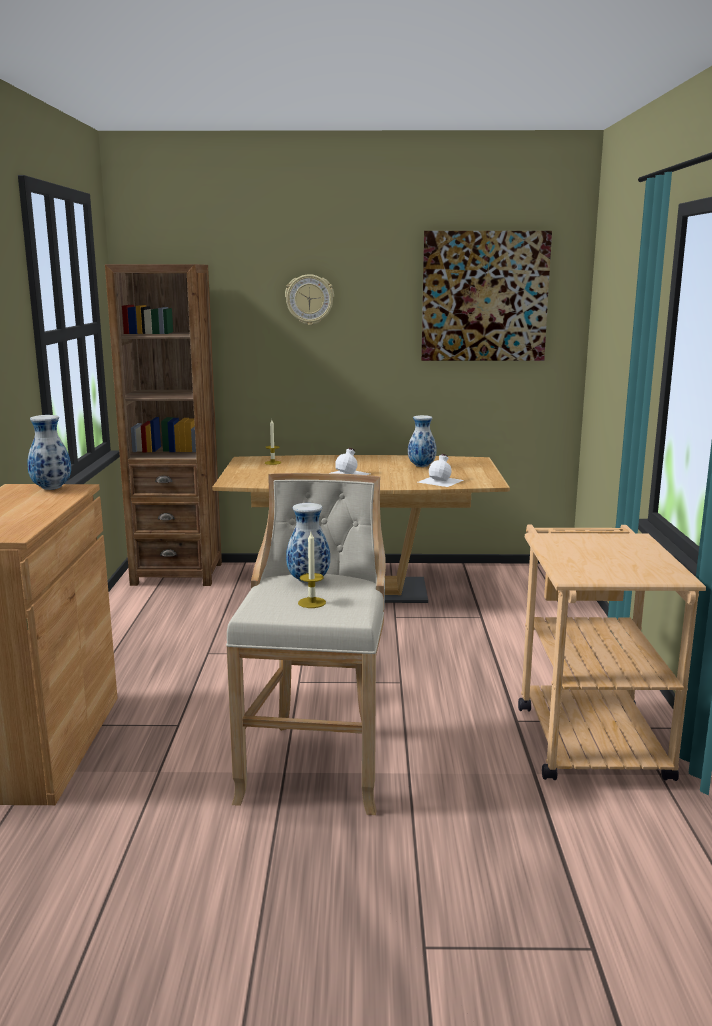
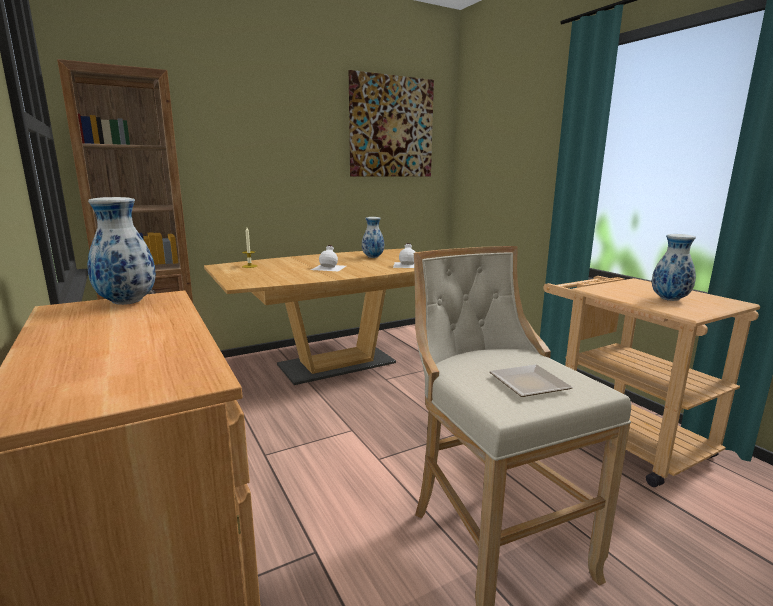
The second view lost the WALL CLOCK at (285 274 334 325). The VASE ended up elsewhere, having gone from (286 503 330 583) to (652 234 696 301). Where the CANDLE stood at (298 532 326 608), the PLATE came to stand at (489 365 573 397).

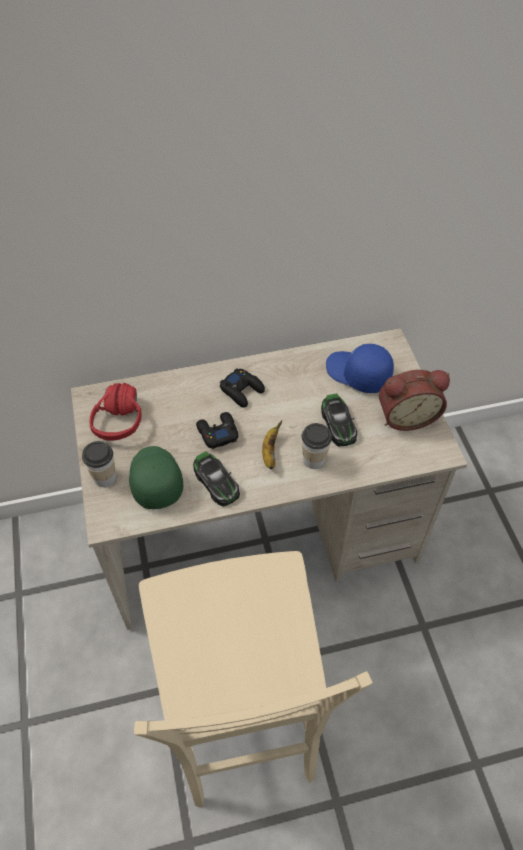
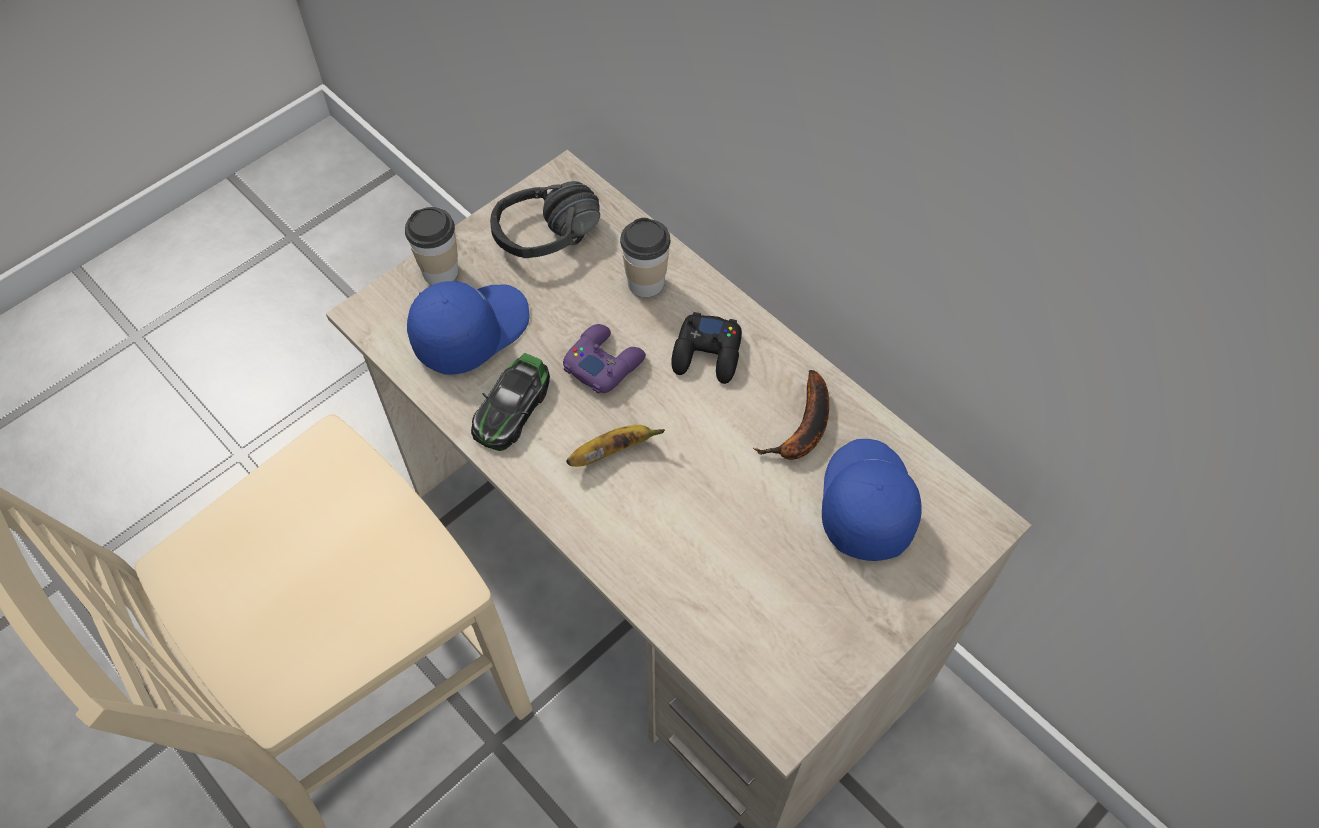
The second view lost the TOY CAR at (321 394 357 446). The second view lost the ALARM CLOCK at (379 370 450 431). The second view gained the BANANA at (753 370 829 460). The CUP ended up elsewhere, having gone from (301 423 332 469) to (620 218 670 297). What was the RED HEADPHONES at (90 383 142 441) turned into the BLACK HEADPHONES at (490 181 600 258). What was the GREEN CAP at (129 446 183 509) turned into the BLUE CAP at (407 280 530 375). What was the BLACK GAME CONTROLLER at (196 412 238 449) turned into the PURPLE GAME CONTROLLER at (563 324 646 394).

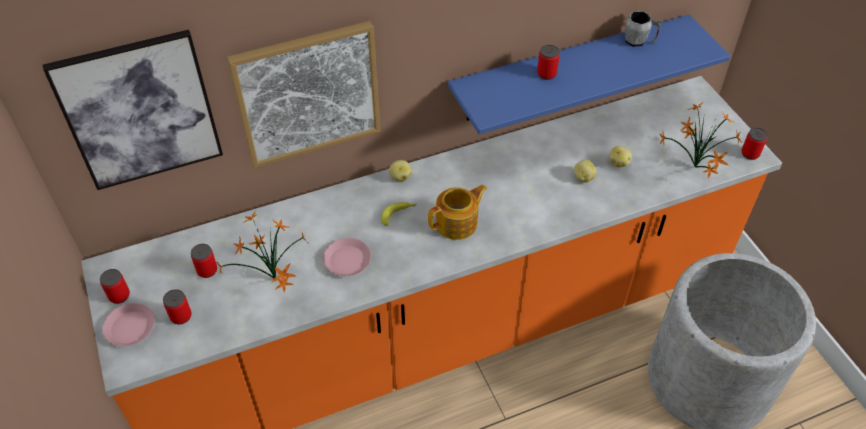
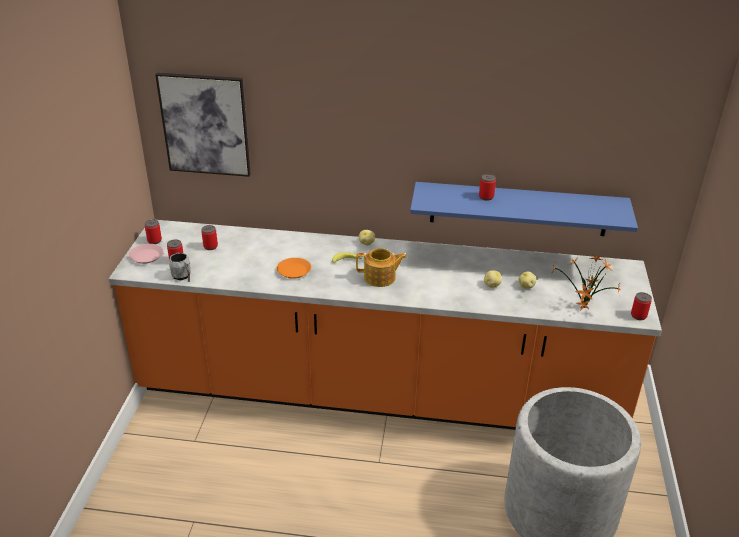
The second view lost the POTTED PLANT at (216 212 308 293). The second view lost the PICTURE at (227 21 380 168). The GREY MUG ended up elsewhere, having gone from (625 11 662 47) to (169 253 191 282). What was the PINK PLATE at (323 238 371 276) turned into the ORANGE PLATE at (277 258 311 279).

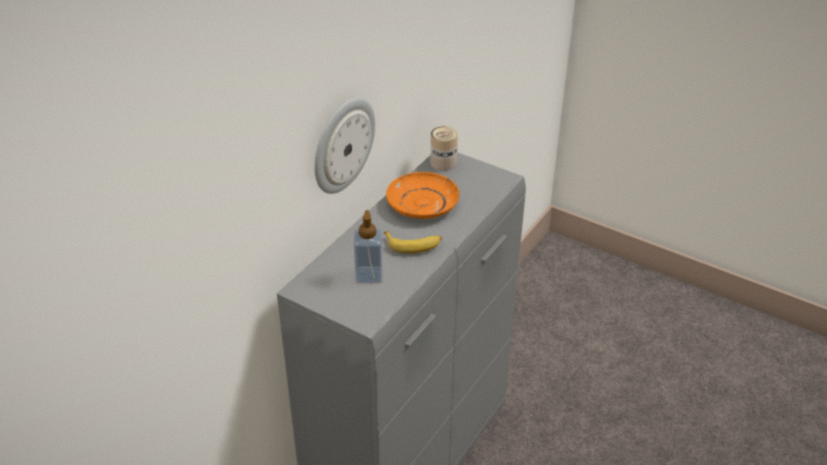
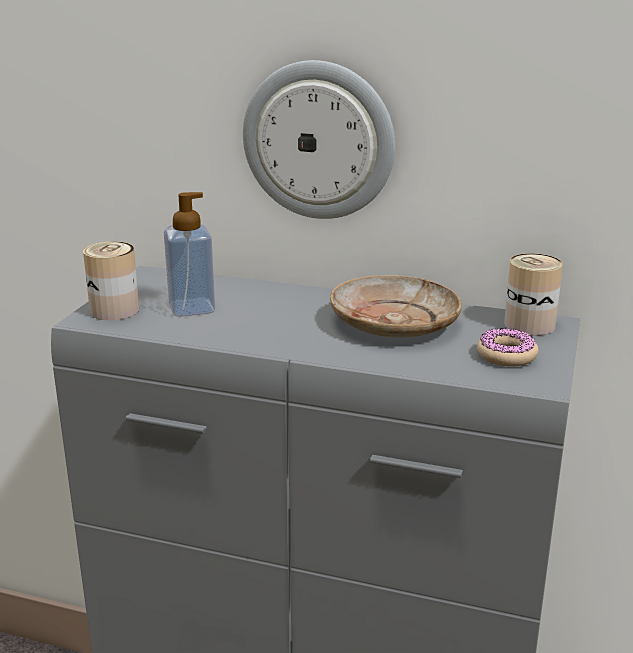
The second view lost the BANANA at (384 231 442 254). The second view gained the CAN at (83 241 139 320). The second view gained the DONUT at (477 328 538 366). What was the ORANGE PLATE at (386 172 459 219) turned into the BEIGE PLATE at (330 275 462 337).

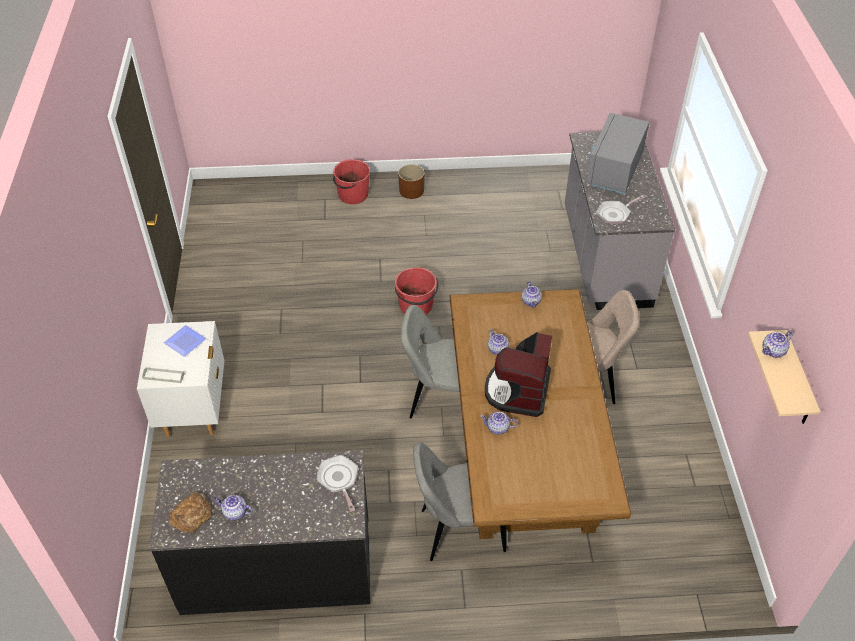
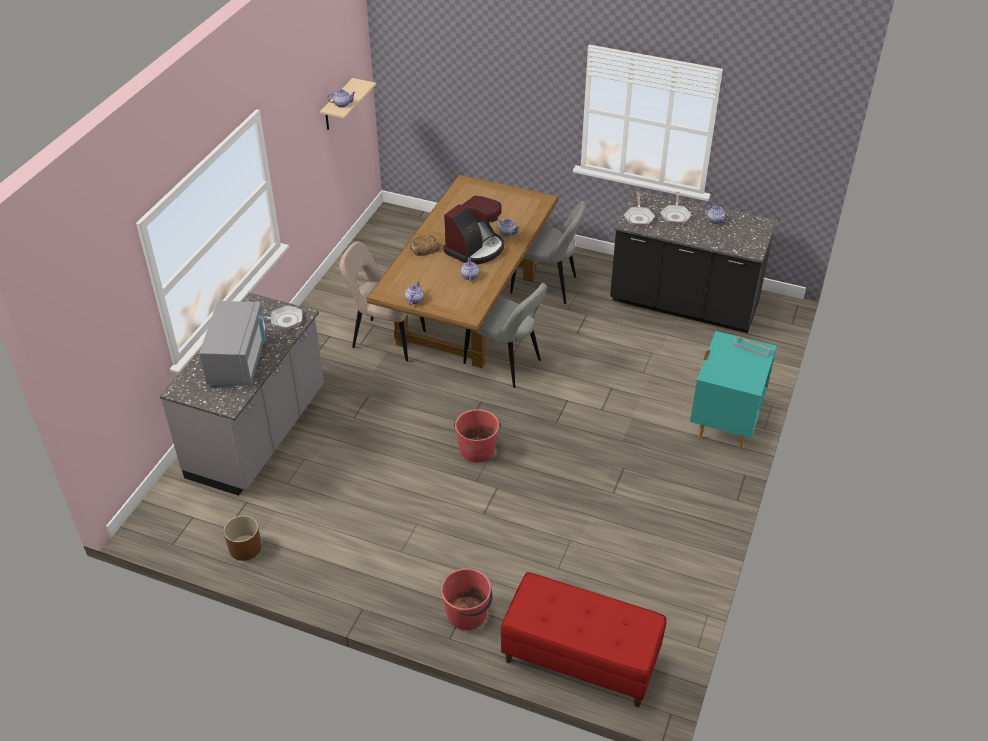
The second view lost the PLATE at (164 325 206 357). The second view gained the RED BENCH at (501 572 667 707). The second view gained the FRYING PAN at (660 192 692 225). The BREAD ended up elsewhere, having gone from (169 492 213 533) to (410 235 440 256). The BROWN PLANTER ended up elsewhere, having gone from (398 164 425 199) to (224 516 262 561). What was the WHITE NIGHTSTAND at (137 321 224 437) turned into the TURQUOISE NIGHTSTAND at (690 331 777 450). The GREY MICROWAVE at (586 113 649 194) ended up facing another way, 45 degrees counterclockwise from before.

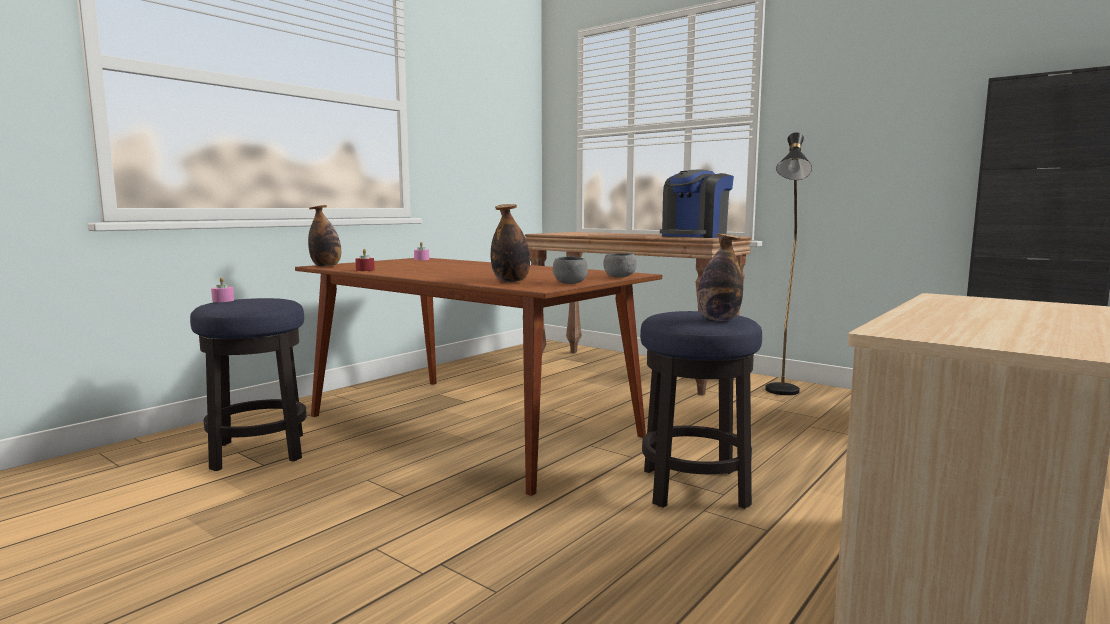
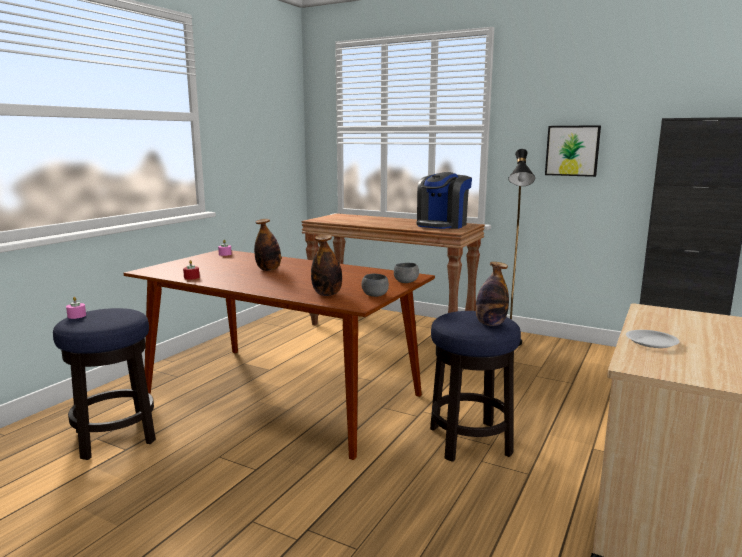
The second view gained the PICTURE at (545 125 601 177). The second view gained the WHITE PLATE at (626 330 680 348). The BOTTLE ended up elsewhere, having gone from (308 205 341 267) to (254 219 281 271).

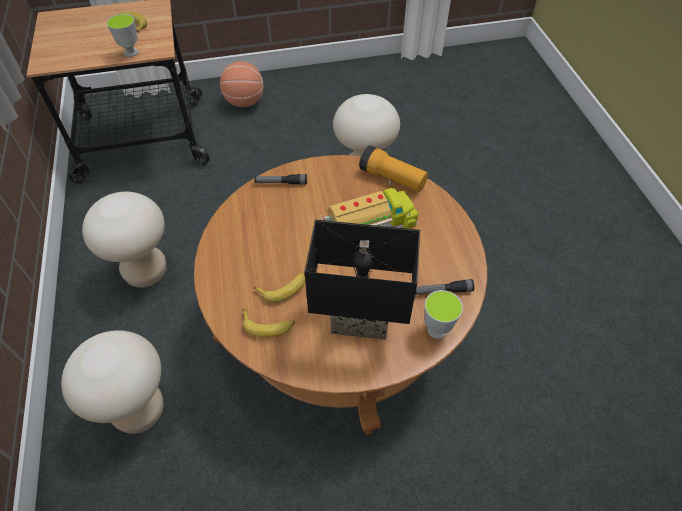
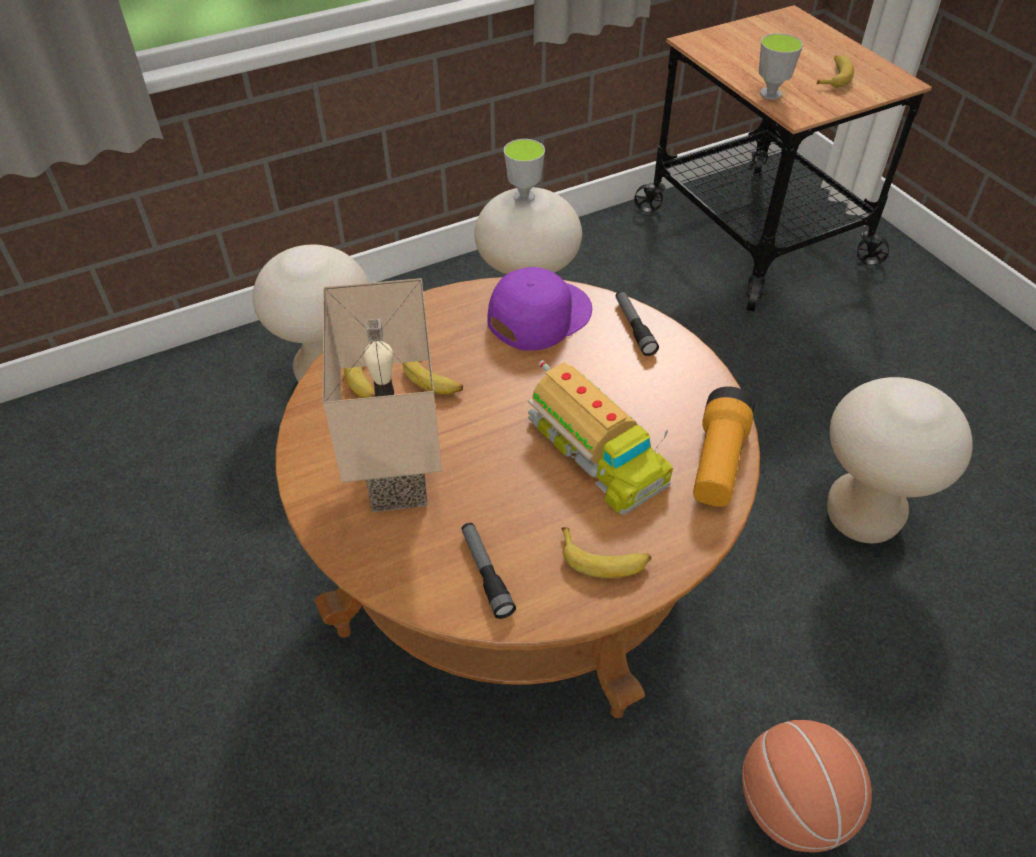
The second view gained the PURPLE CAP at (487 267 592 351). The second view gained the BANANA at (561 527 651 578). The BASKETBALL ended up elsewhere, having gone from (220 61 264 107) to (742 720 872 853). The CUP ended up elsewhere, having gone from (425 290 463 339) to (504 139 545 203). What was the BLACK TABLE LAMP at (304 220 420 340) turned into the BEIGE TABLE LAMP at (323 278 442 512).

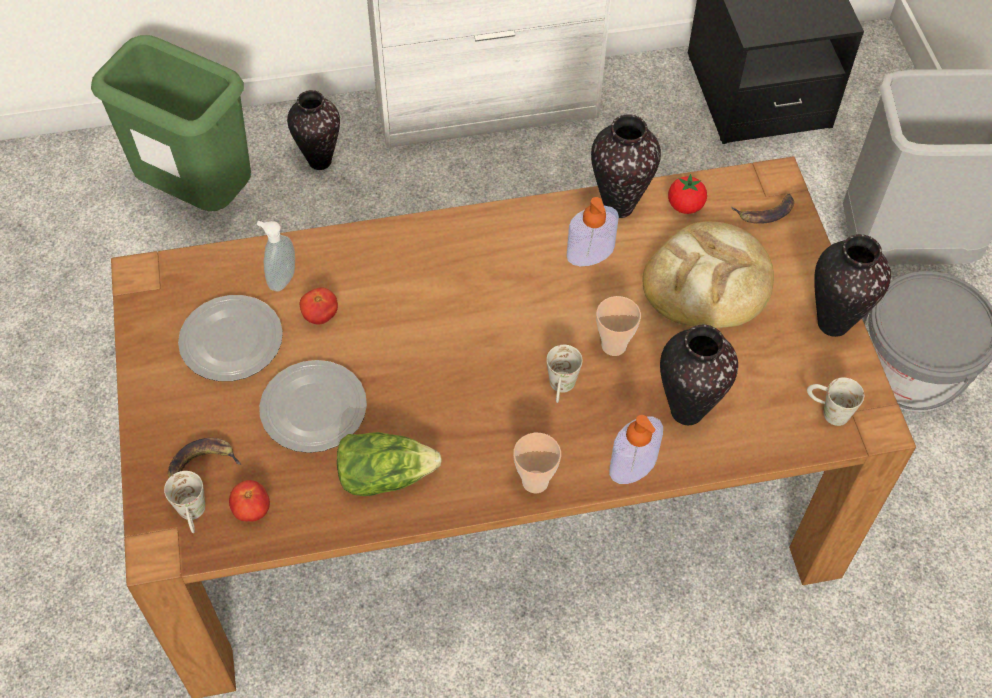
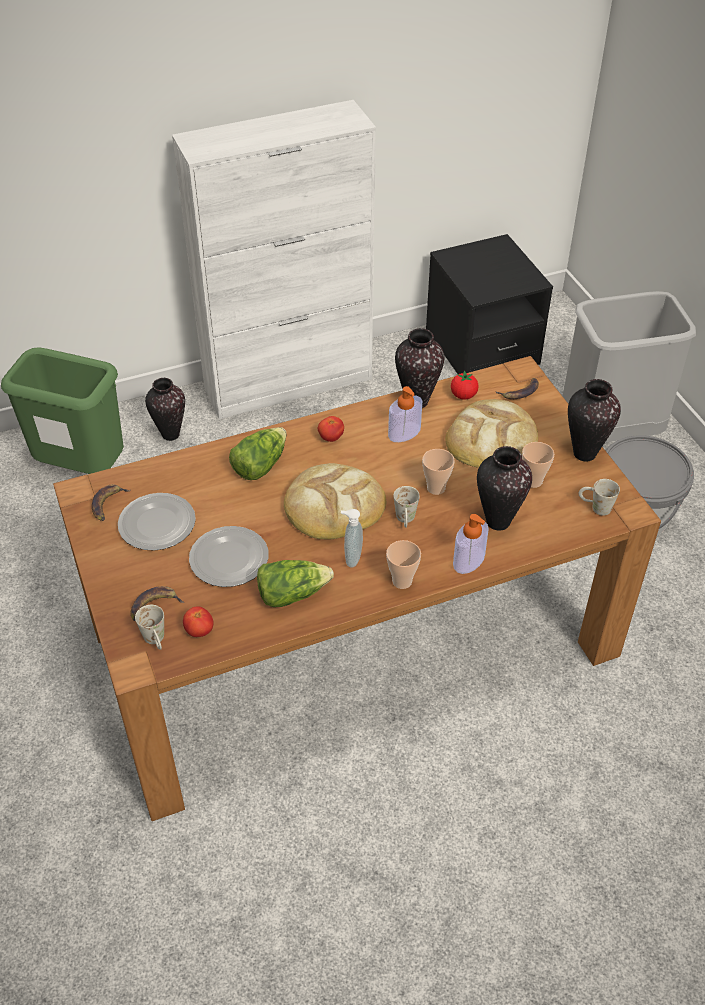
The second view gained the BANANA at (92 484 131 521). The second view gained the LETTUCE at (229 427 286 480). The second view gained the BREAD at (284 463 386 539). The second view gained the CUP at (522 442 554 488). The SOAP DISPENSER ended up elsewhere, having gone from (257 221 295 291) to (341 509 363 567). The TOMATO ended up elsewhere, having gone from (300 288 338 324) to (318 416 344 442).

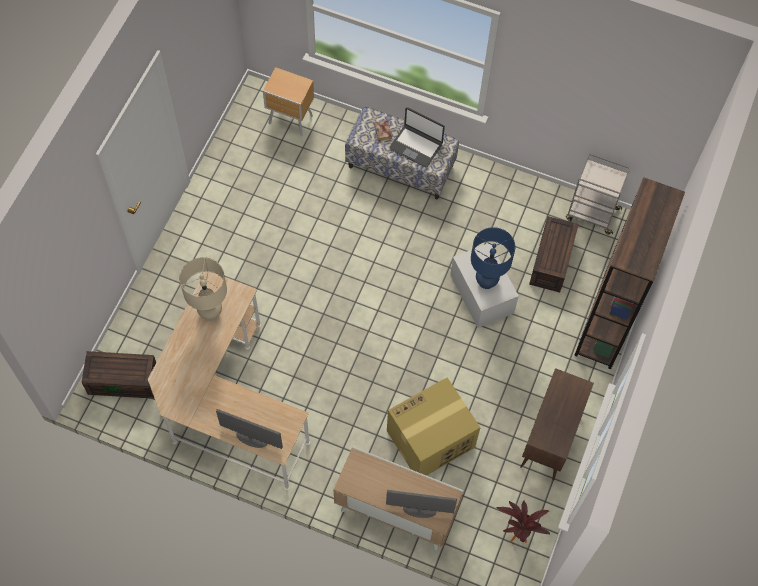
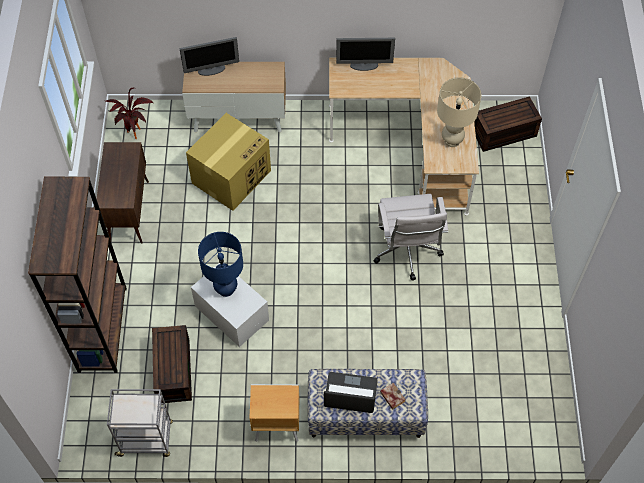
The second view gained the WHITE OFFICE CHAIR at (373 194 448 281). The BROWN NIGHTSTAND ended up elsewhere, having gone from (263 67 314 136) to (250 384 299 442).

